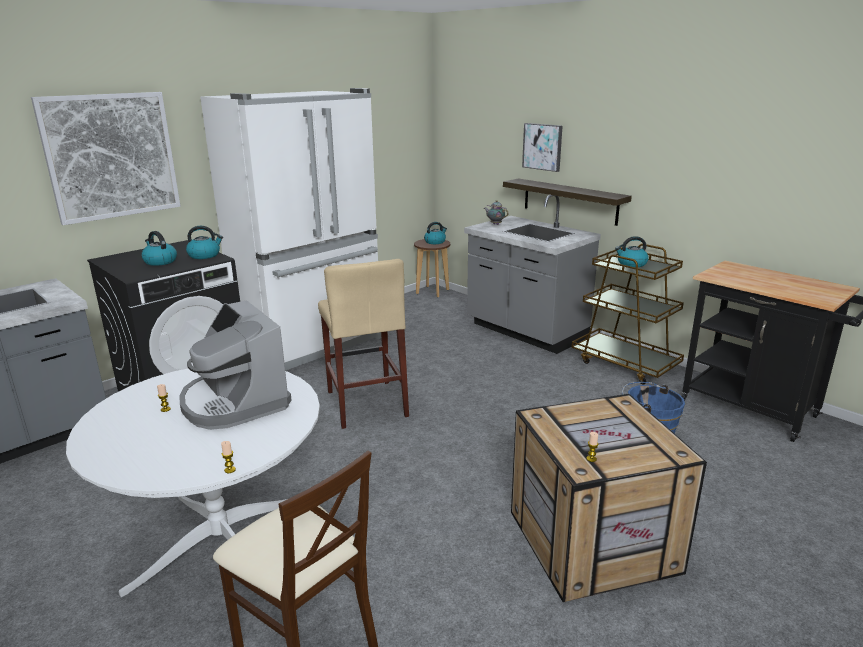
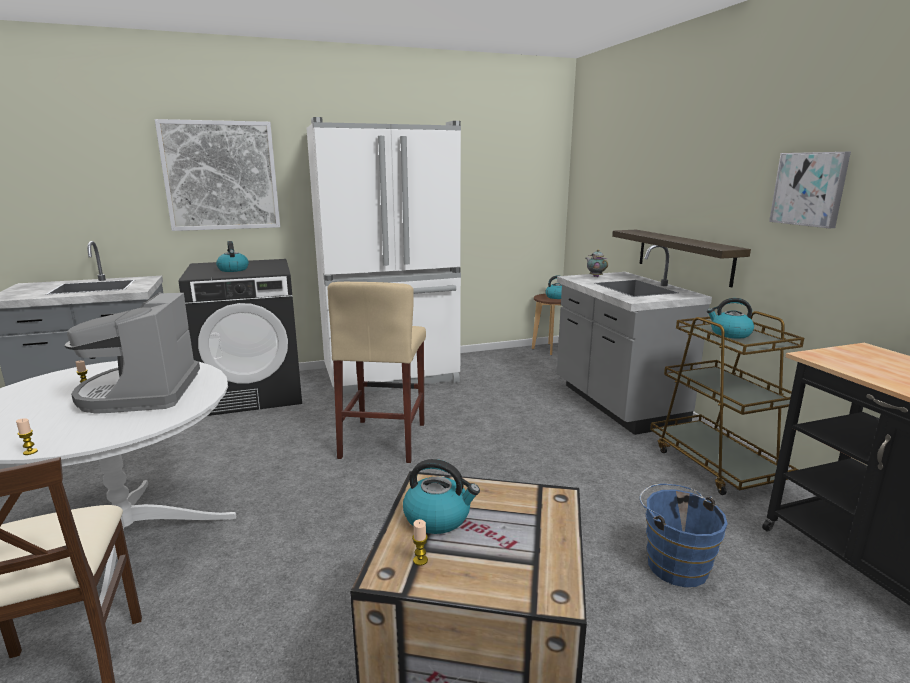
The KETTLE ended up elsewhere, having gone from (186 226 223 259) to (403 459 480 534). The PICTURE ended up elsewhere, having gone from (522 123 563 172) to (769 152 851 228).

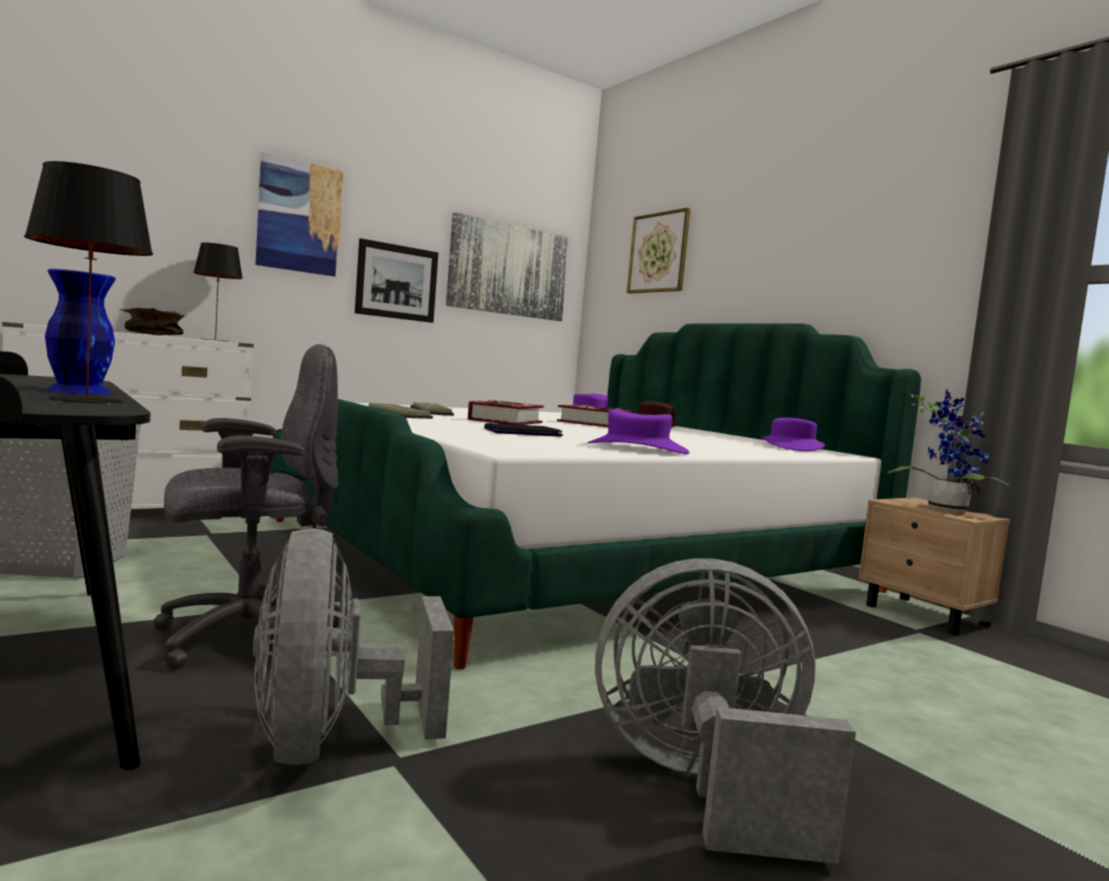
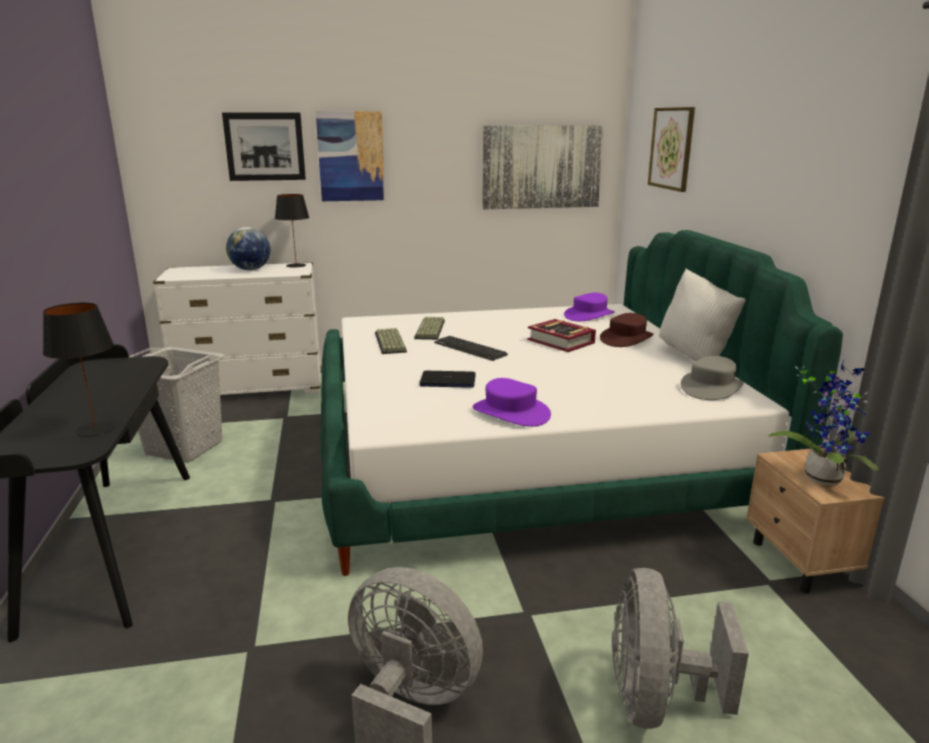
The second view lost the BLUE VASE at (45 269 116 394). The second view lost the GREY OFFICE CHAIR at (153 344 339 670). The second view gained the WHITE PILLOW at (659 268 746 362). The GREY FAN ended up elsewhere, having gone from (253 528 454 765) to (612 568 749 729). The PICTURE ended up elsewhere, having gone from (355 238 438 323) to (222 113 306 181). Where the BROWN BOWL stood at (120 308 184 335), the GLOBE came to stand at (226 227 270 270). Where the BOOK stood at (468 400 544 425), the KEYBOARD came to stand at (434 336 508 361). What was the PURPLE HAT at (762 418 825 451) turned into the GREY HAT at (681 356 744 400).

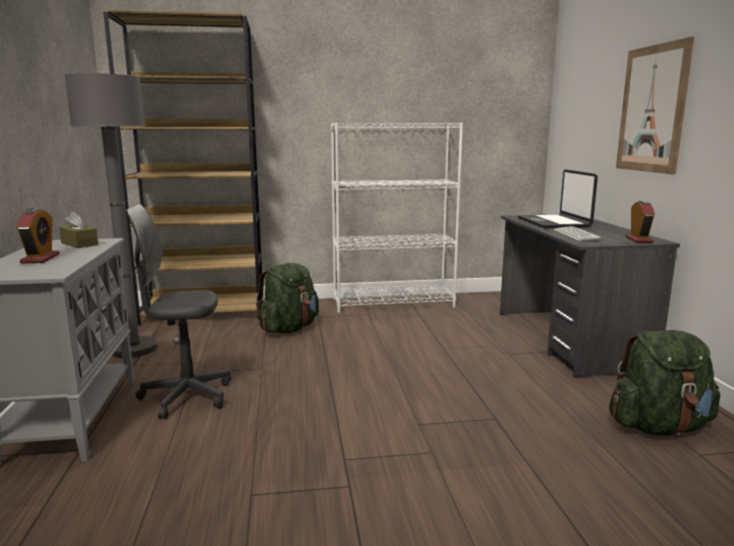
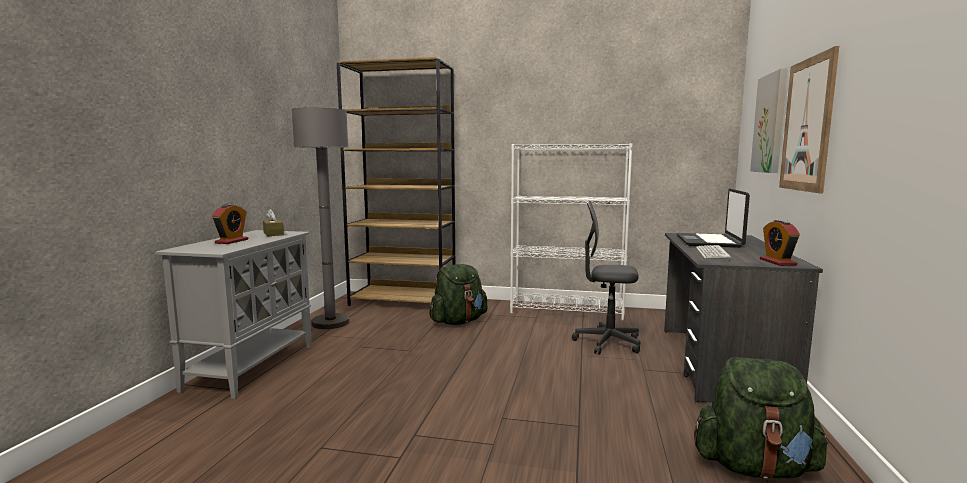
The second view gained the PICTURE at (750 68 788 173). The GREY OFFICE CHAIR ended up elsewhere, having gone from (126 204 231 419) to (572 200 640 354). The ALARM CLOCK at (626 200 655 243) ended up facing another way, 150 degrees clockwise from before.

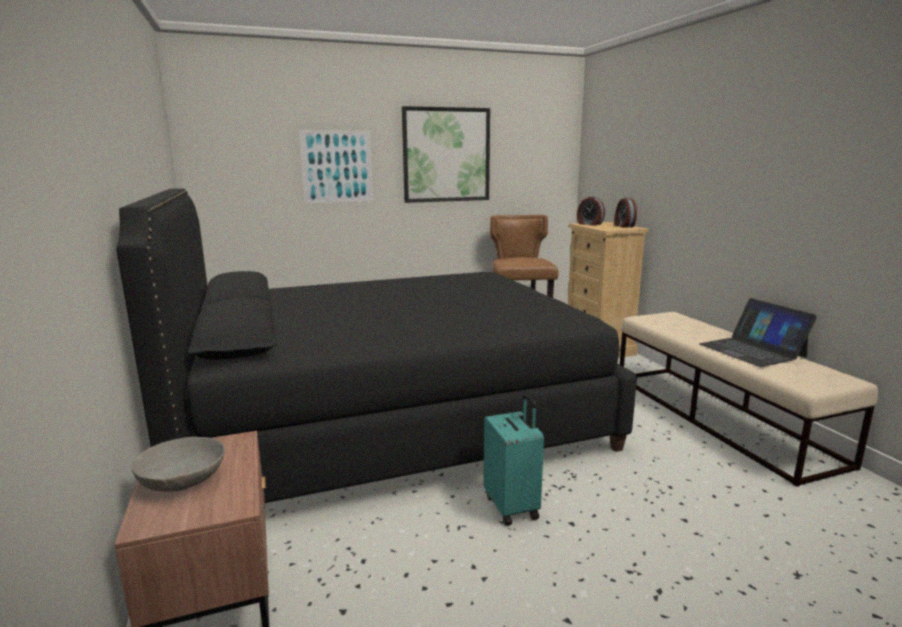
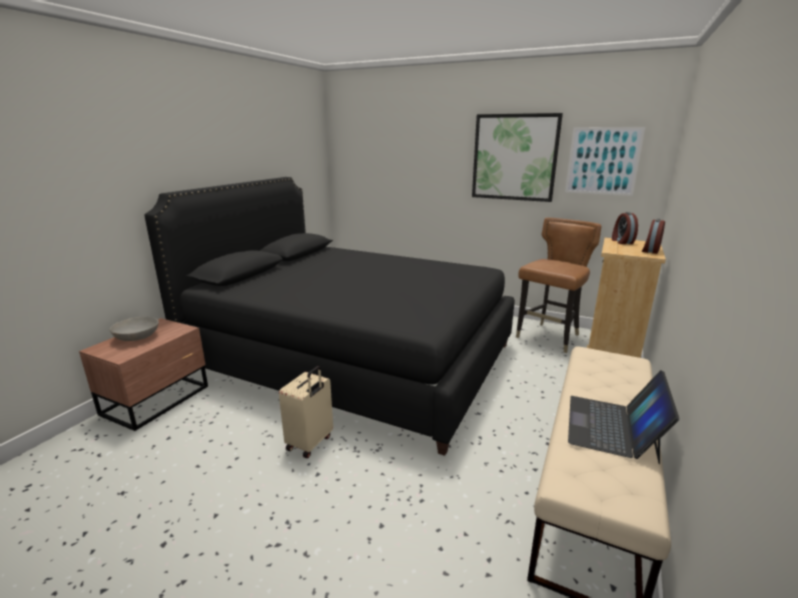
The PICTURE ended up elsewhere, having gone from (299 130 373 204) to (565 127 645 196). What was the TURQUOISE SUITCASE at (484 394 544 526) turned into the BEIGE SUITCASE at (279 366 333 458).

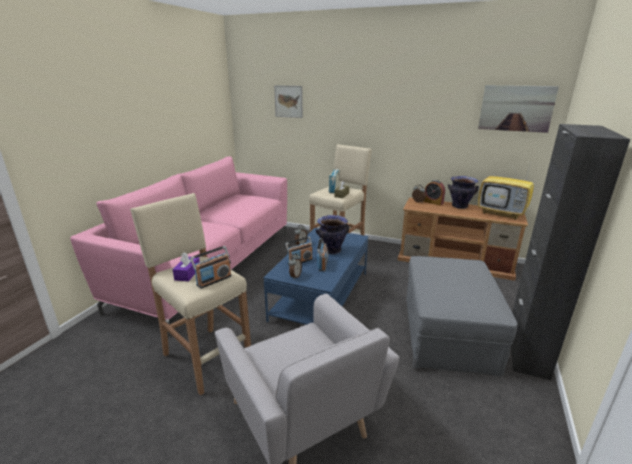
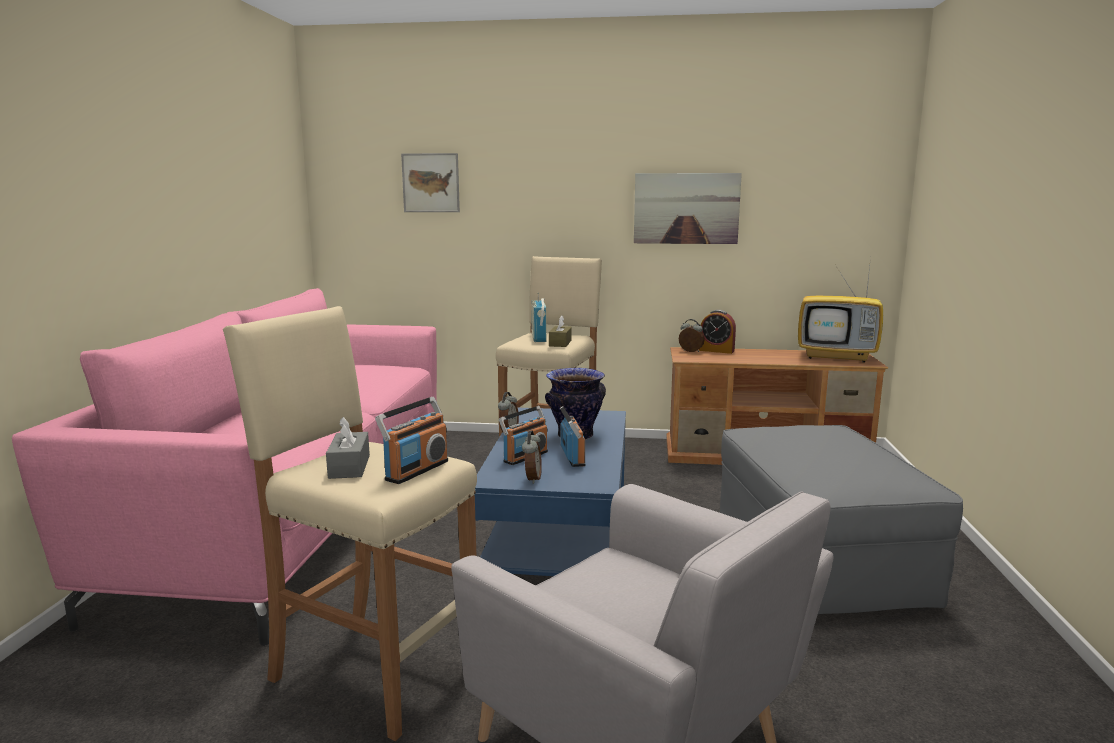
The second view lost the VASE at (448 176 479 209). The second view lost the BLACK CABINET at (511 124 630 380). The PICTURE ended up elsewhere, having gone from (478 85 559 133) to (634 173 742 244). What was the PURPLE TISSUE BOX at (173 252 200 281) turned into the GREY TISSUE BOX at (326 417 370 479).

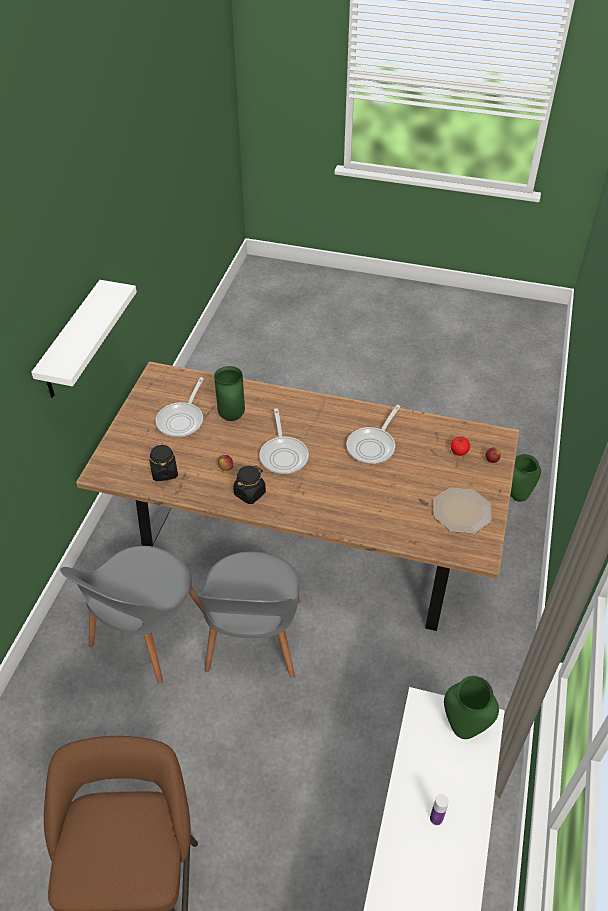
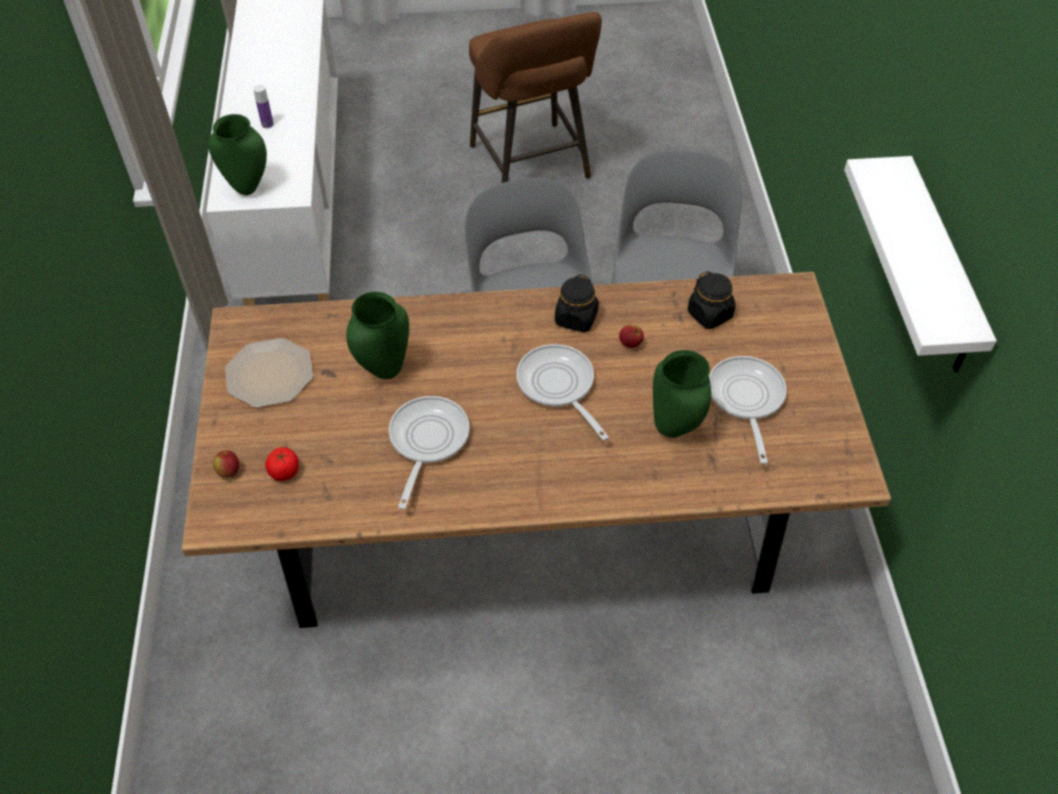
The GREEN VASE ended up elsewhere, having gone from (511 454 541 502) to (346 292 409 380).

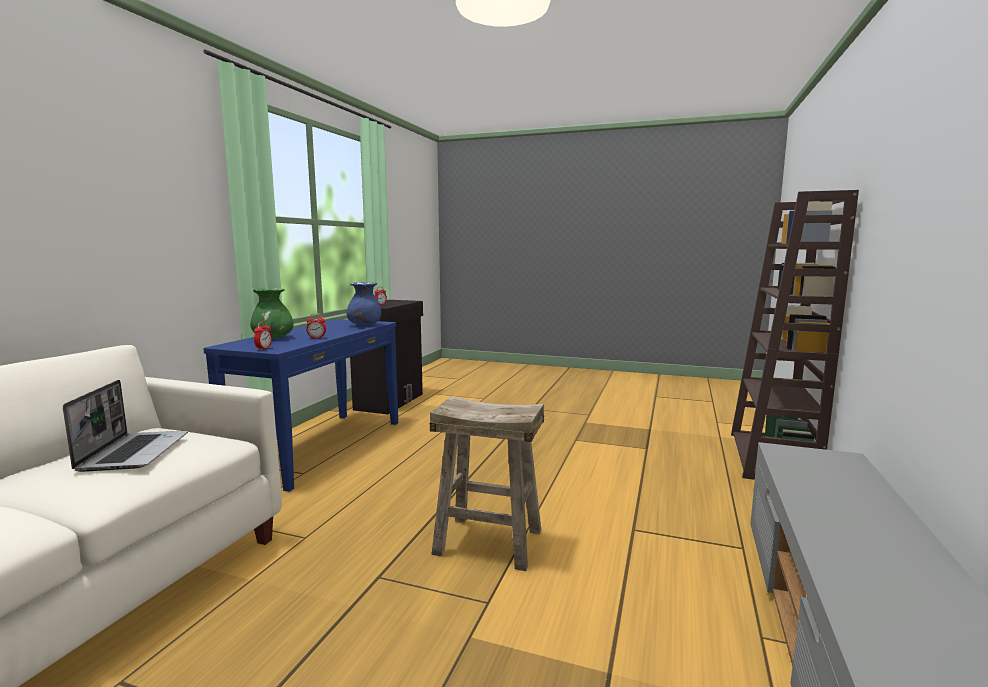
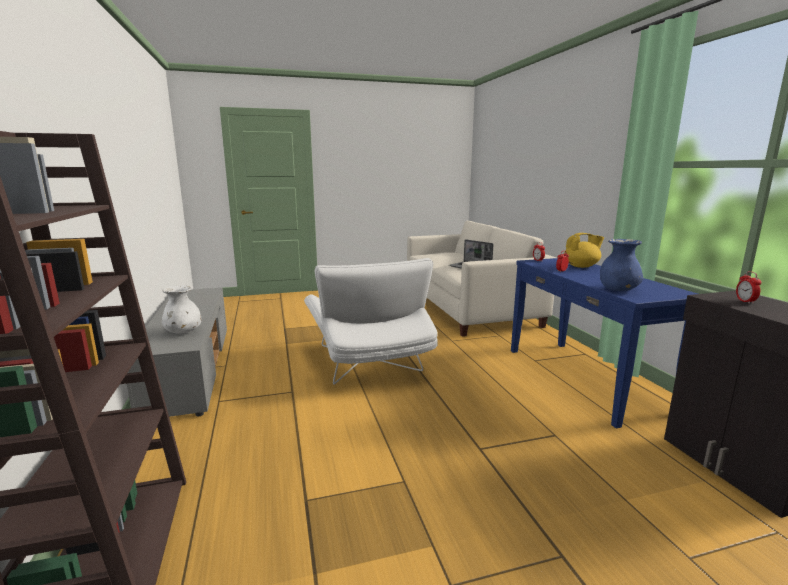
The second view gained the WHITE VASE at (162 286 201 334). Where the GREEN VASE stood at (250 288 294 339), the YELLOW TEAPOT came to stand at (564 233 604 268). Where the BEIGE STOOL stood at (430 396 544 571), the WHITE ARMCHAIR came to stand at (304 258 438 385).

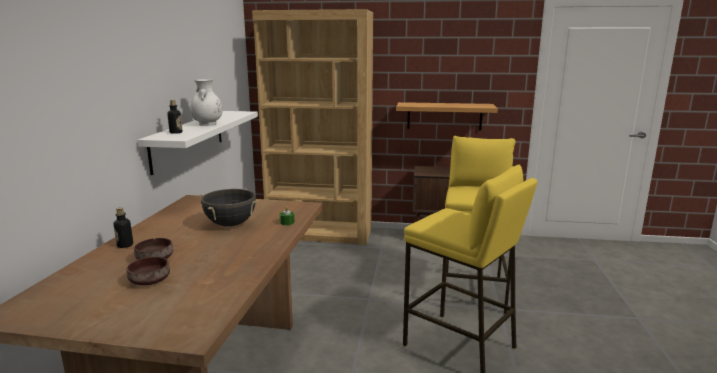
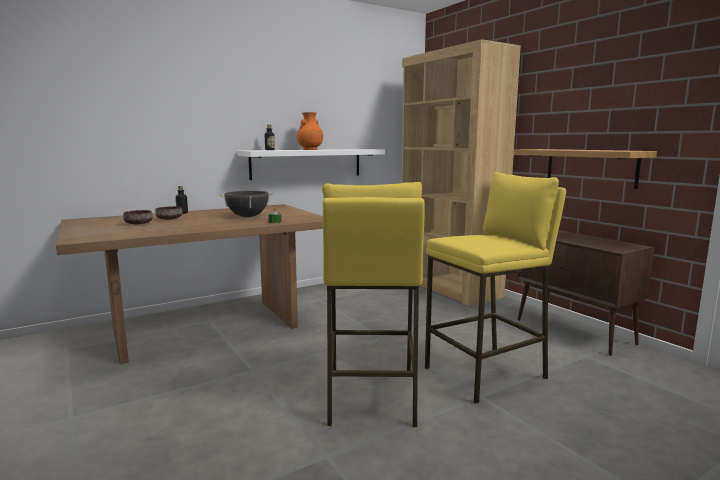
What was the WHITE VASE at (190 79 223 126) turned into the ORANGE VASE at (297 112 323 150).

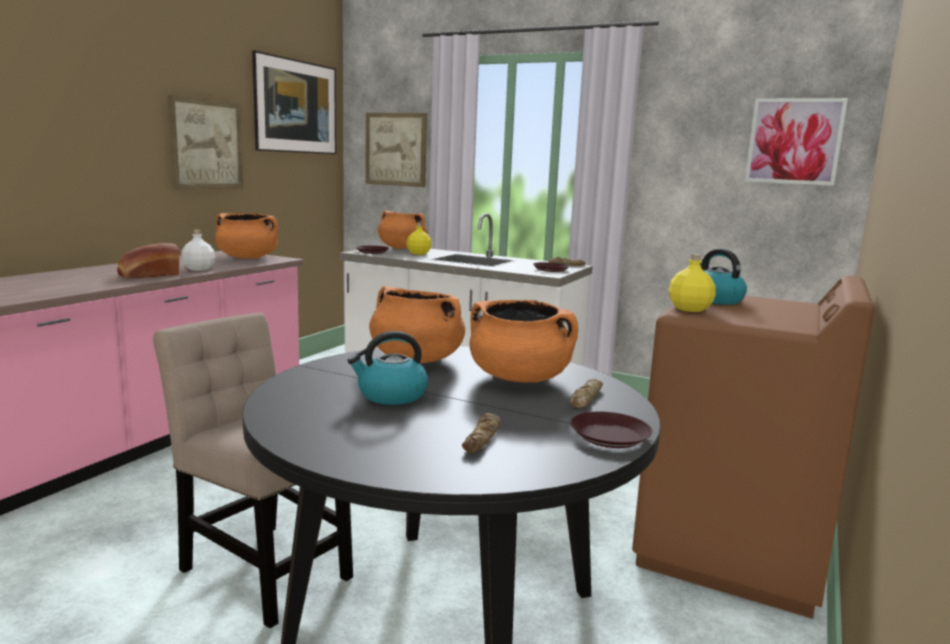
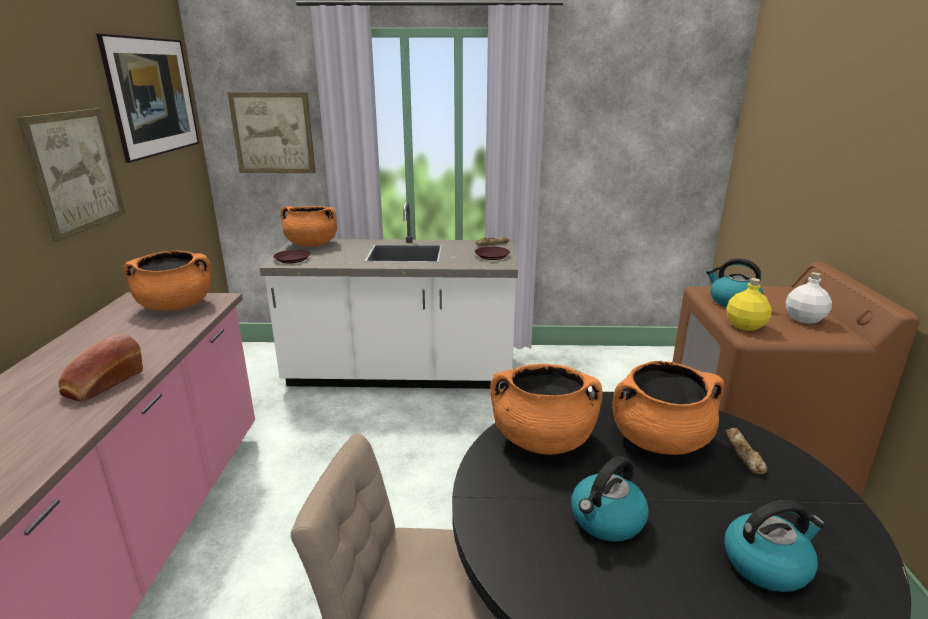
The second view lost the YELLOW BOTTLE at (407 223 432 255). The second view lost the BROWN PLATE at (570 411 653 448). The second view lost the PICTURE at (745 98 848 186). The WHITE BOTTLE ended up elsewhere, having gone from (181 230 216 271) to (785 272 832 324). Where the BREAD stood at (462 413 501 453), the KETTLE came to stand at (724 500 825 592).

